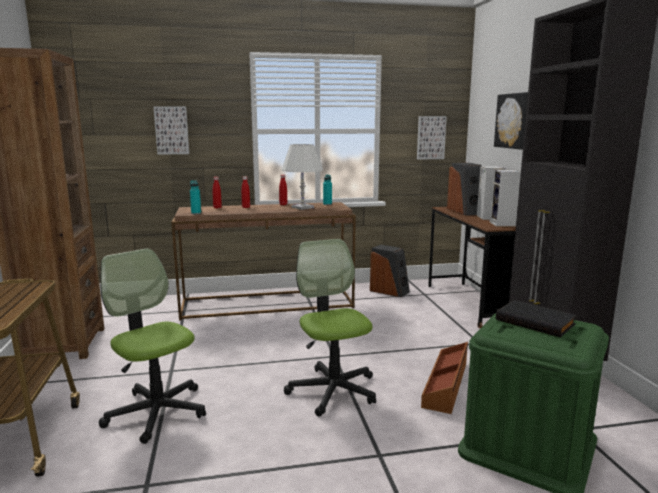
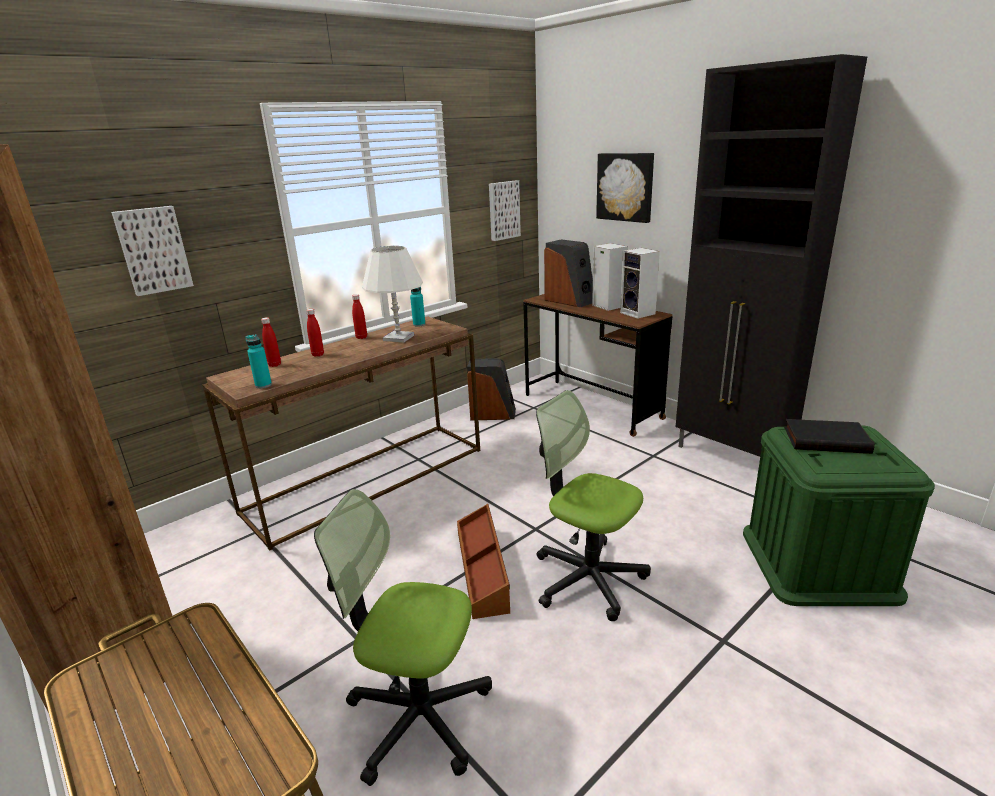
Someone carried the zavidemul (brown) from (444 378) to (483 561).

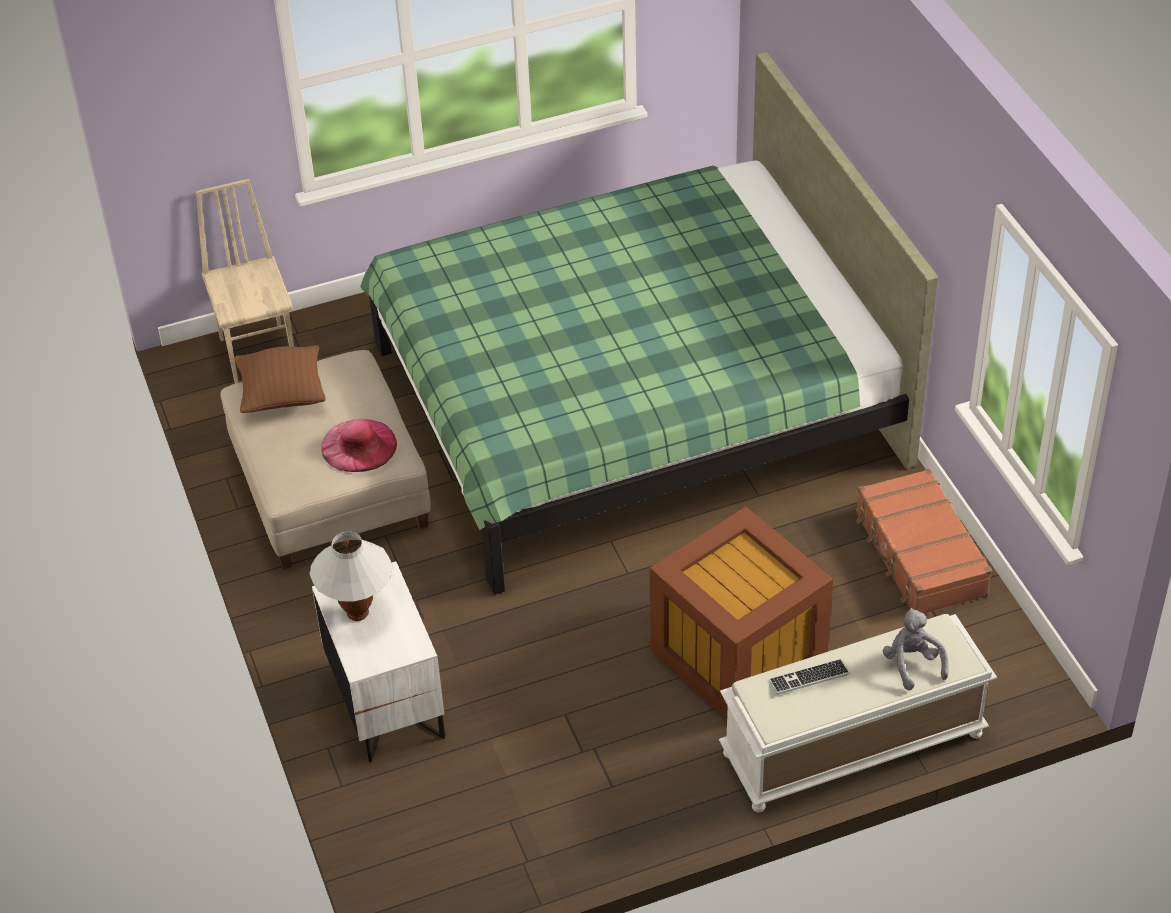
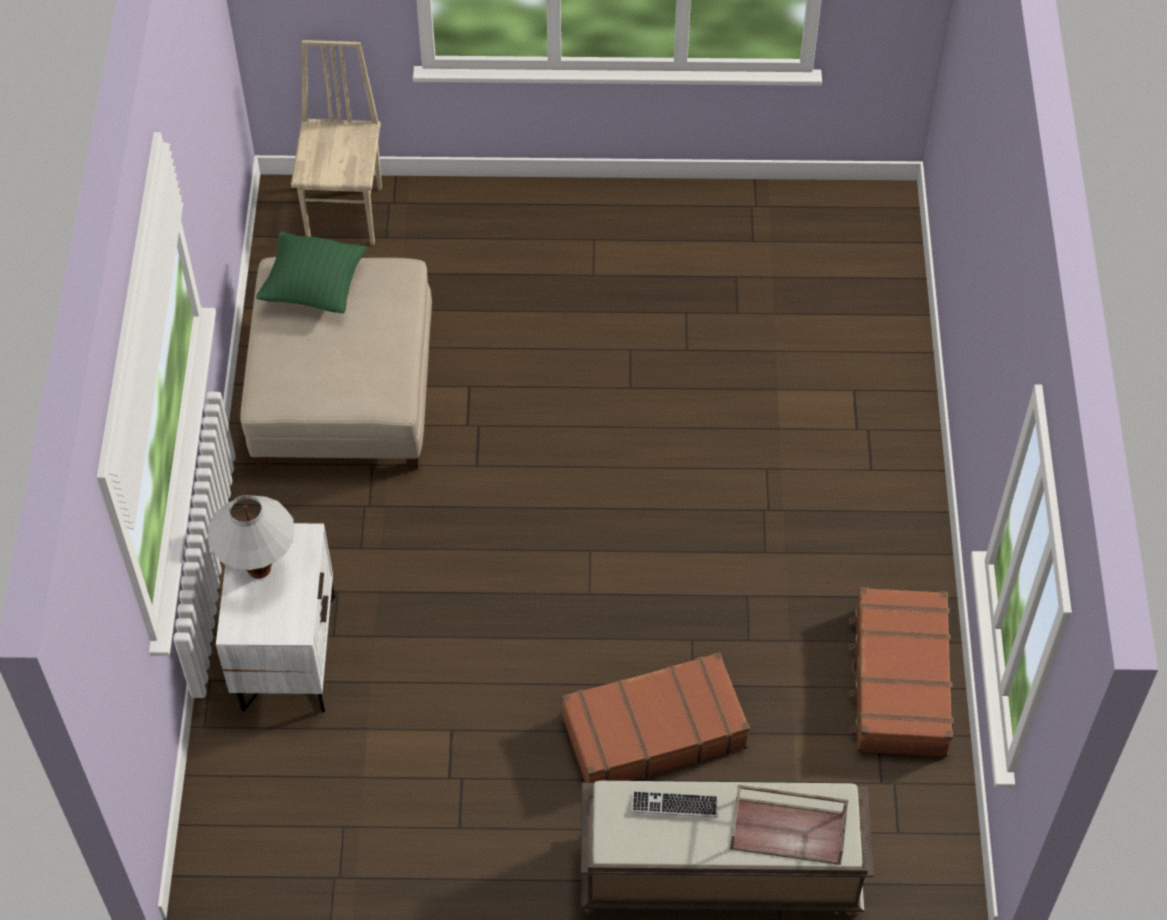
Someone took away the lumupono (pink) at (359 445). Someone took away the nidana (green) at (649 323). Someone swapped the zavidemul (brown) at (741 613) for the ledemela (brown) at (656 717). Someone swapped the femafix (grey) at (915 649) for the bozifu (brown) at (789 825). Someone repainted the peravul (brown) at (280 379), which became the peravul (green) at (311 272). Someone repainted the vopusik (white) at (858 713), which became the vopusik (brown) at (727 849).

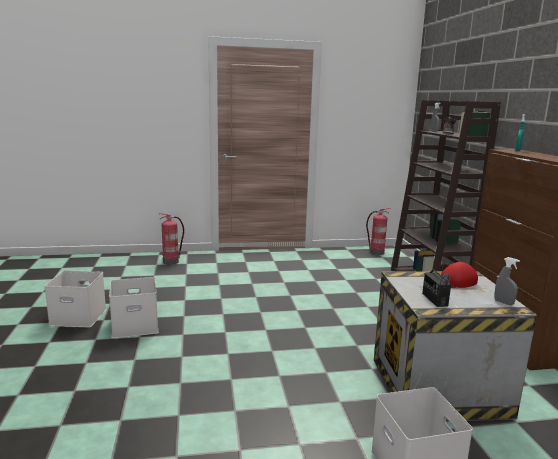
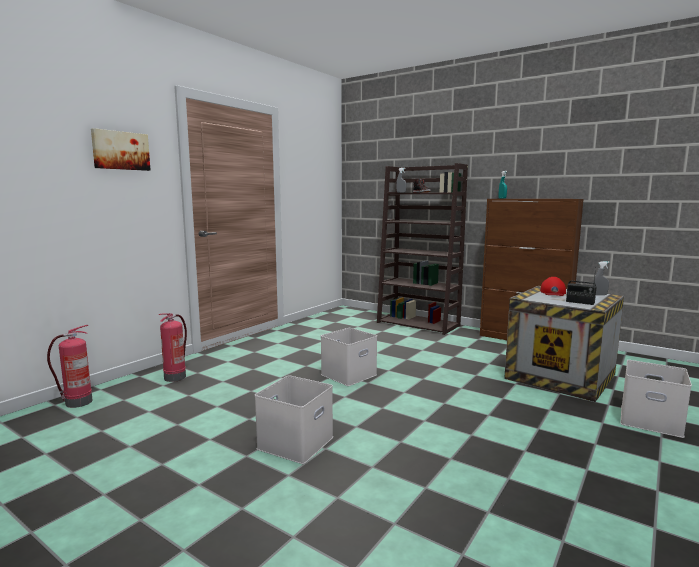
Someone put up the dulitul at (121 149). Someone carried the zavidemul (white) from (75 299) to (349 357). Someone carried the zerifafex from (378 231) to (70 366).

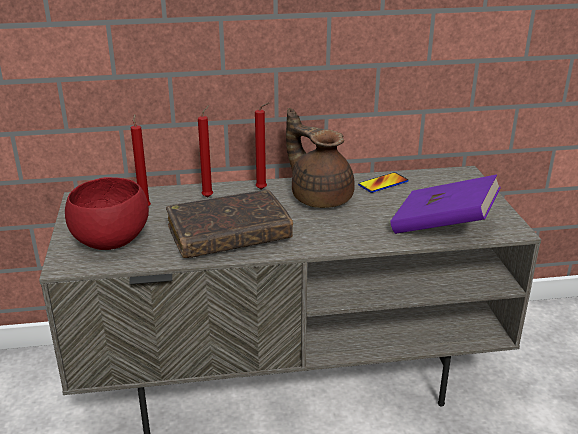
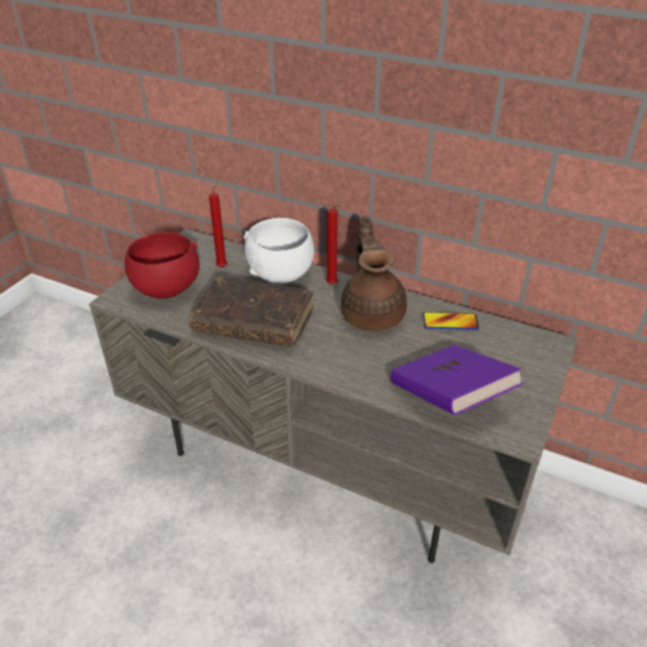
Someone swapped the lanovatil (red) at (205 151) for the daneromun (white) at (279 251).

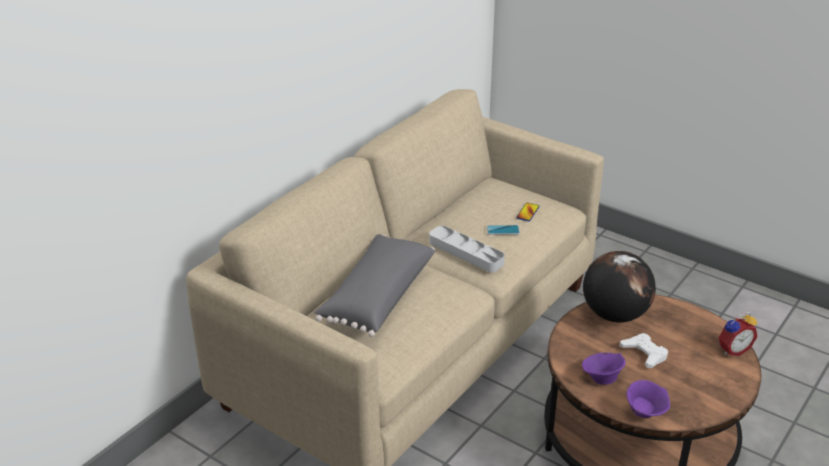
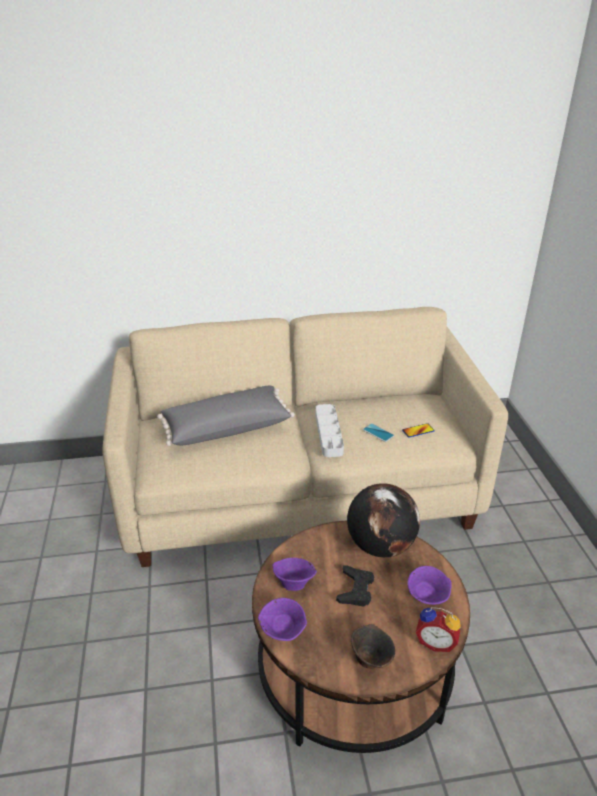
Someone put down the daneromun (brown) at (373 646). Someone put down the daneromun (purple) at (429 585). Someone repainted the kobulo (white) at (643 350), which became the kobulo (black) at (355 586).

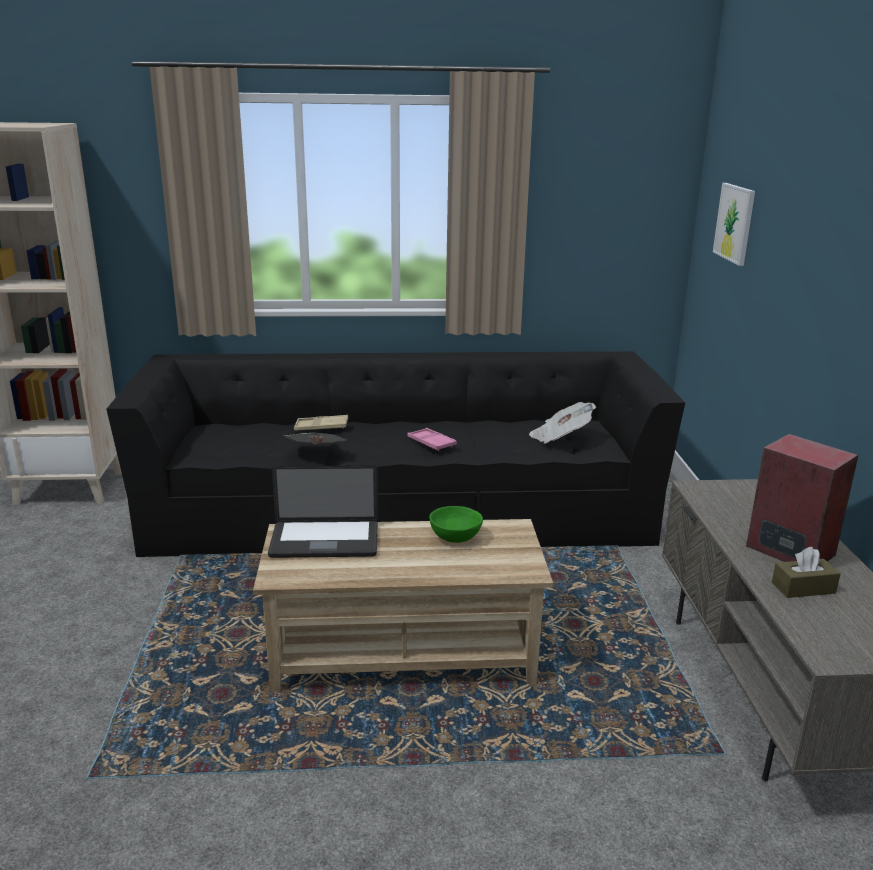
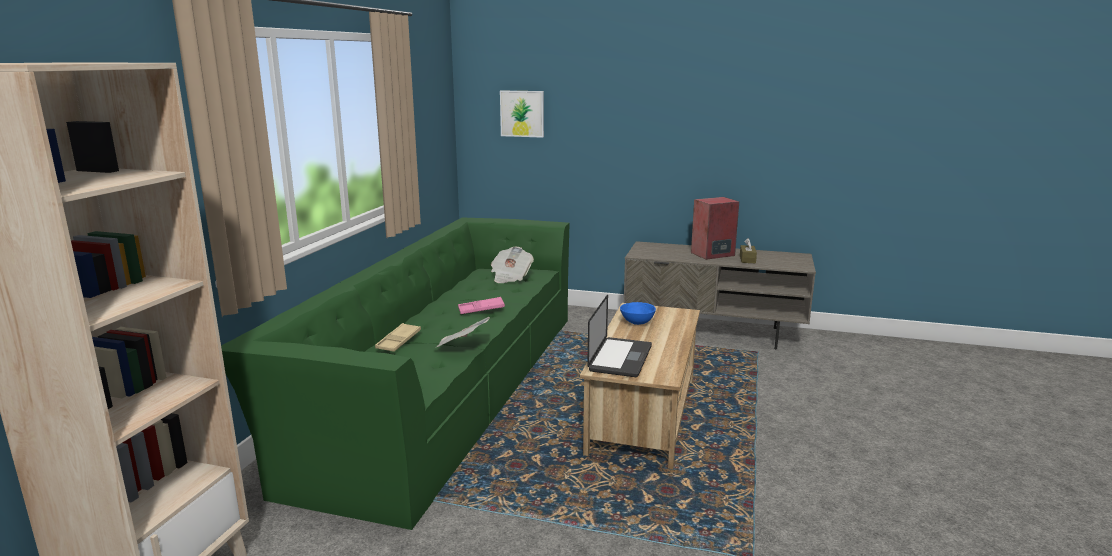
Someone repainted the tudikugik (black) at (395 454), which became the tudikugik (green) at (395 374). Someone repainted the daneromun (green) at (456 524), which became the daneromun (blue) at (638 313).

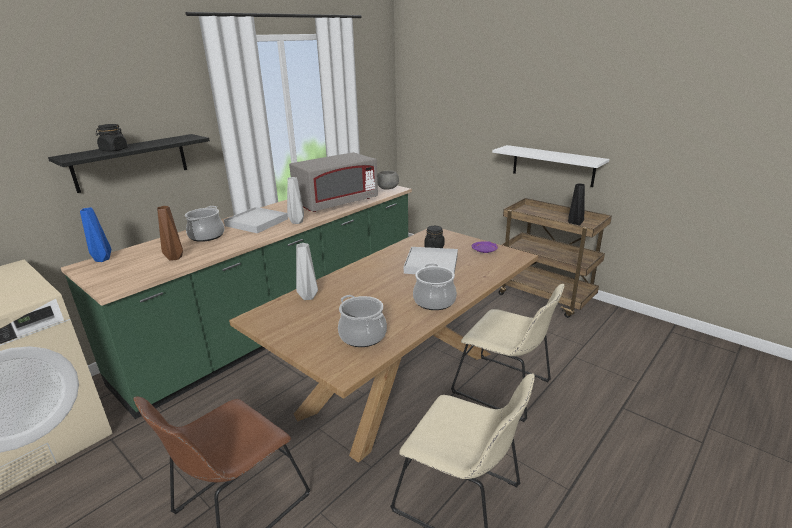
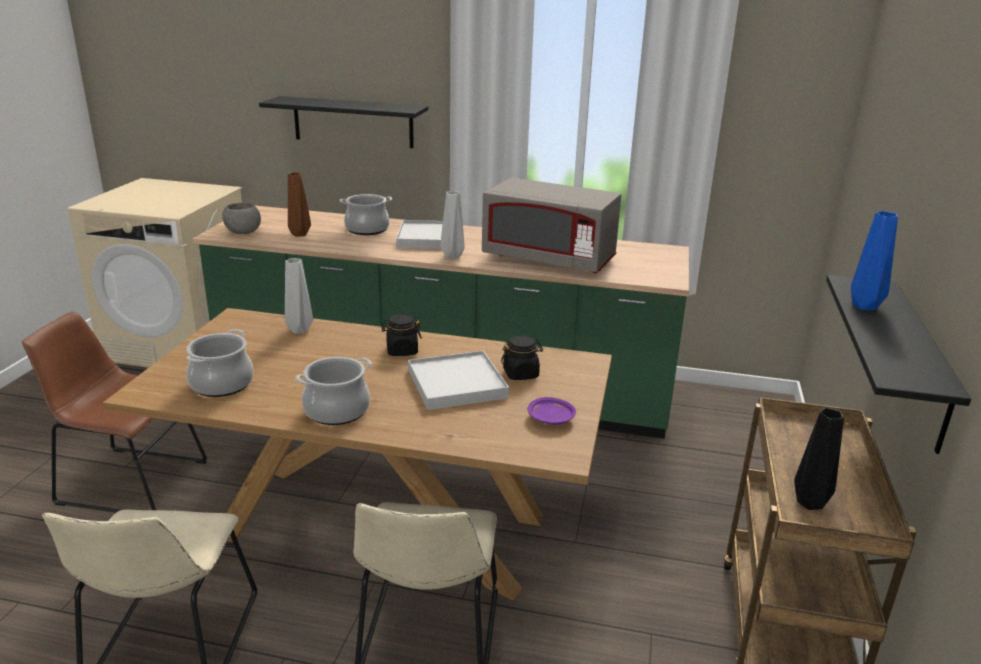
Someone carried the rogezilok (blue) from (95 234) to (874 260). Someone carried the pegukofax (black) from (112 138) to (401 335). Someone carried the daneromun (grey) from (388 180) to (241 218). Someone repainted the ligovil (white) at (550 166), which became the ligovil (black) at (898 364).

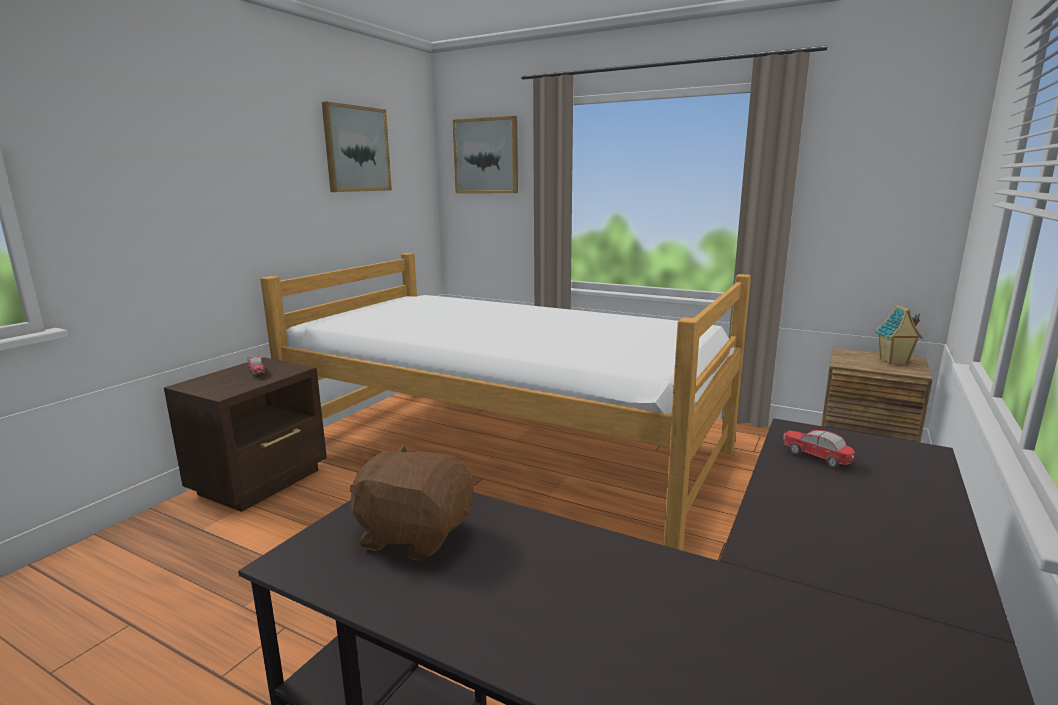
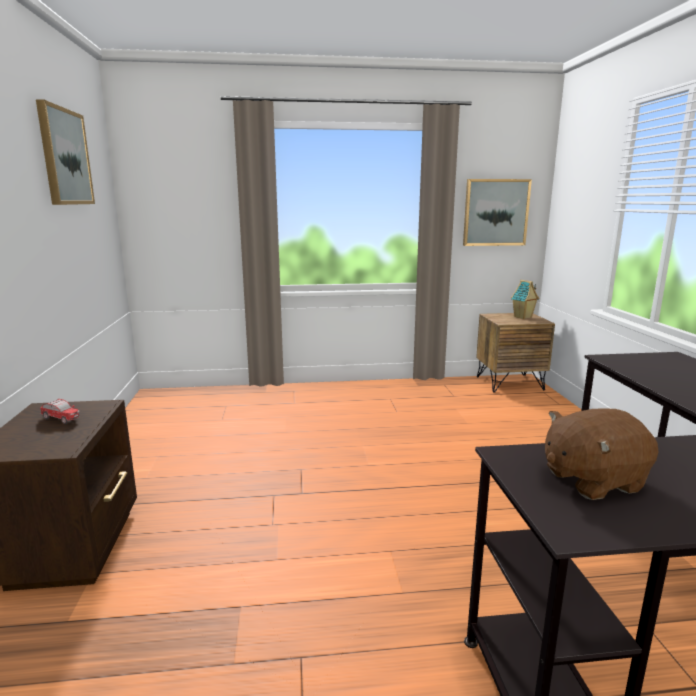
Someone took away the nidana at (505 402). Someone took away the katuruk at (819 449). Someone carried the dulitul from (485 154) to (497 212).

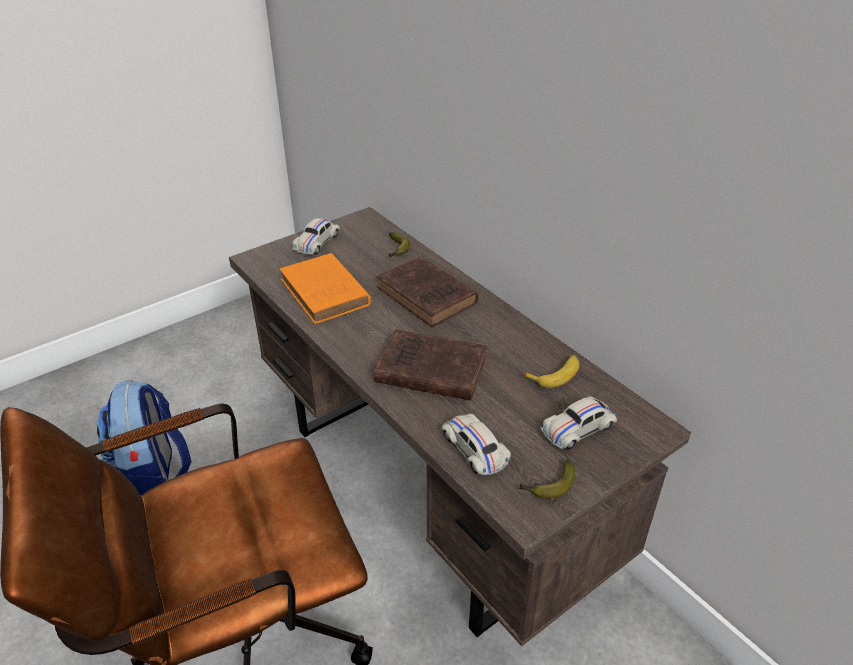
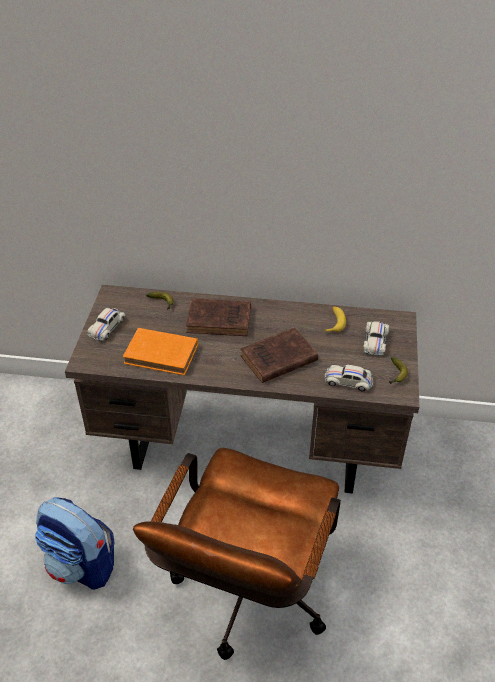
Someone rotated the katuruk (white) at (316 236) by 45 degrees clockwise.

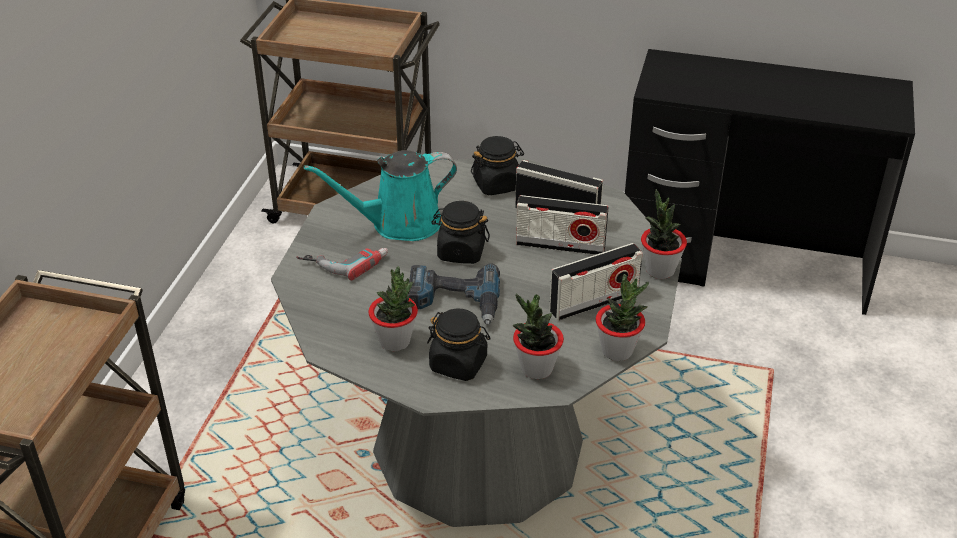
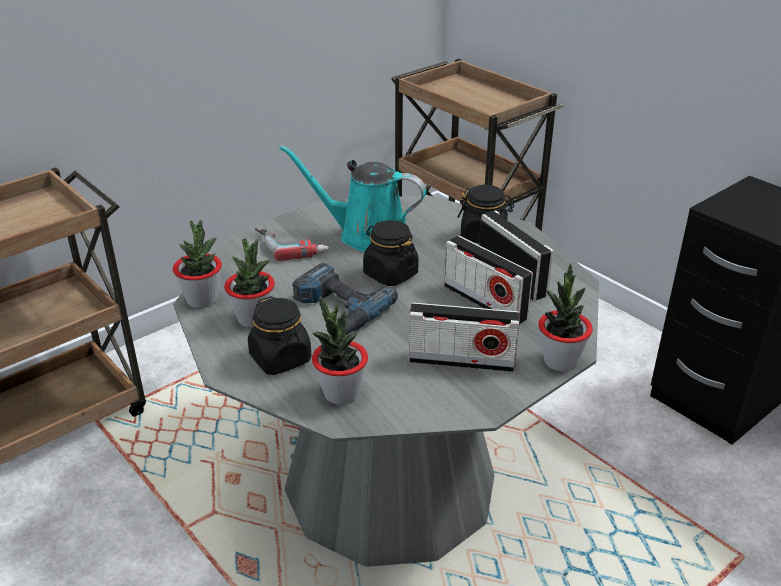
Someone carried the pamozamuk from (622 317) to (197 264).

